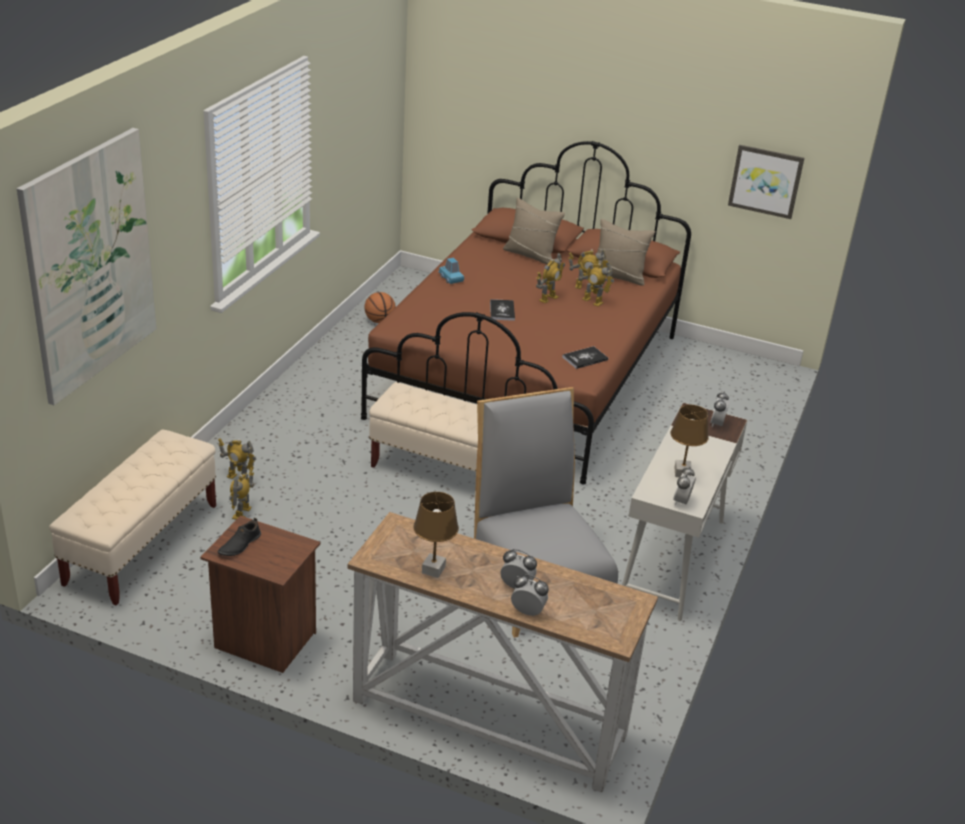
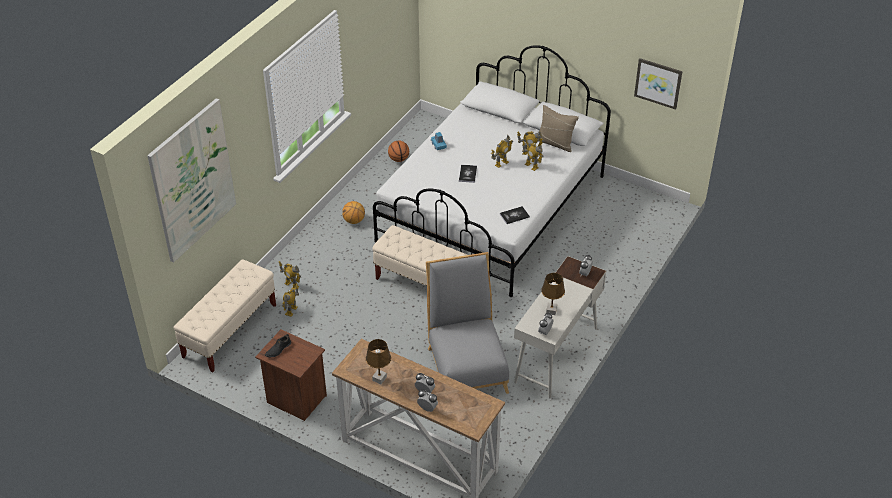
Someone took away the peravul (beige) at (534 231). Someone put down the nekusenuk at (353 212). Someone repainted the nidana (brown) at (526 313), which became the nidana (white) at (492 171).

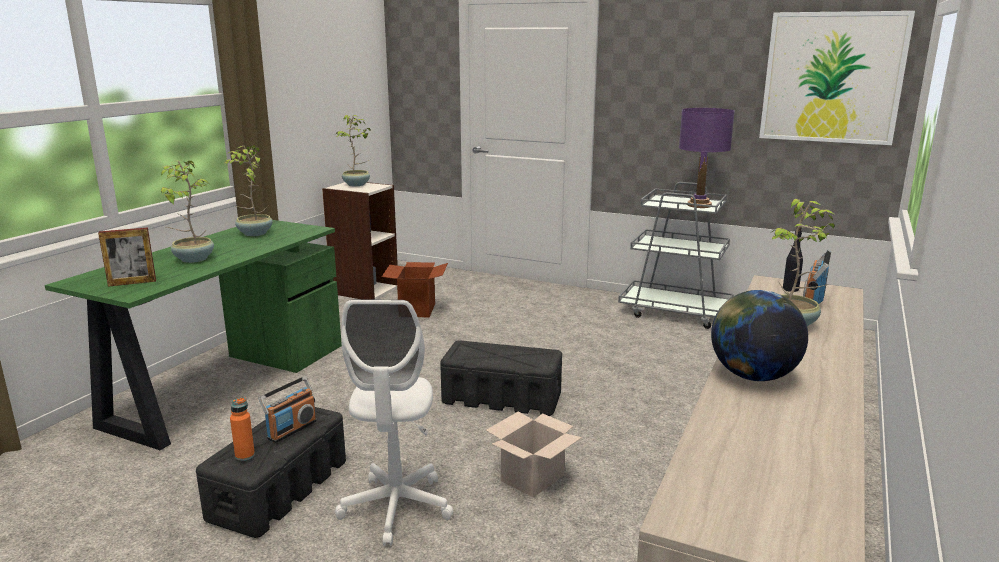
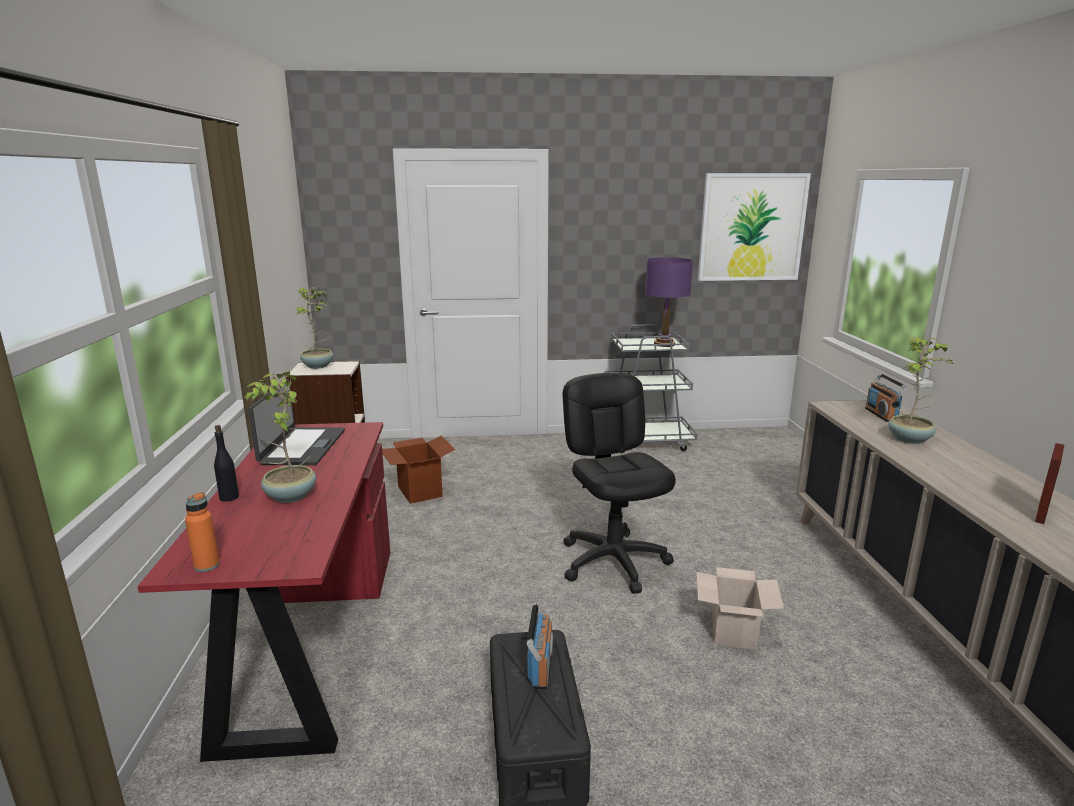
Someone took away the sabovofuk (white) at (394 423). Someone took away the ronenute at (759 335). Someone carried the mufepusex from (127 257) to (1049 483). Someone carried the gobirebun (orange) from (242 429) to (202 532). Someone carried the gobirebun (black) from (793 259) to (226 463). Someone swapped the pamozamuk at (248 190) for the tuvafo at (297 422). Someone swapped the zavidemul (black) at (501 378) for the sabovofuk (black) at (619 483). Someone repainted the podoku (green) at (193 335), which became the podoku (red) at (263 592).

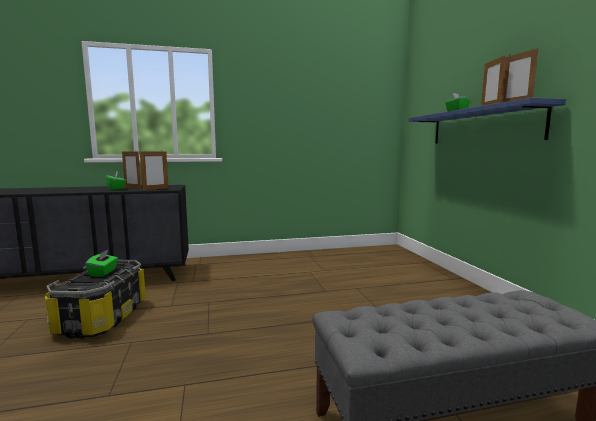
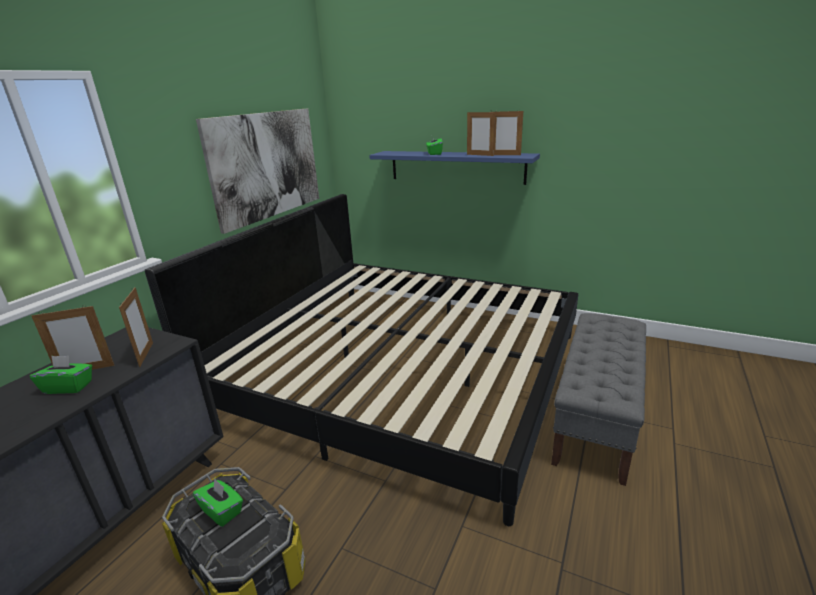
Someone put down the nidana at (361 360). Someone put up the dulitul at (257 171).

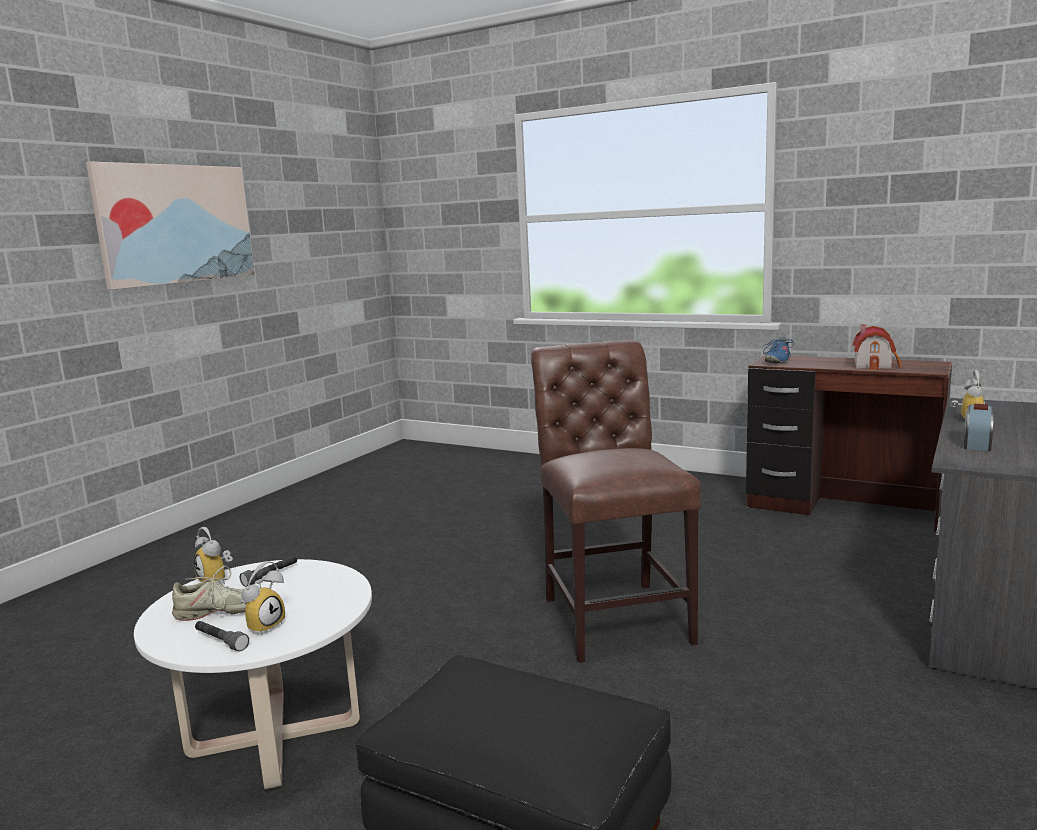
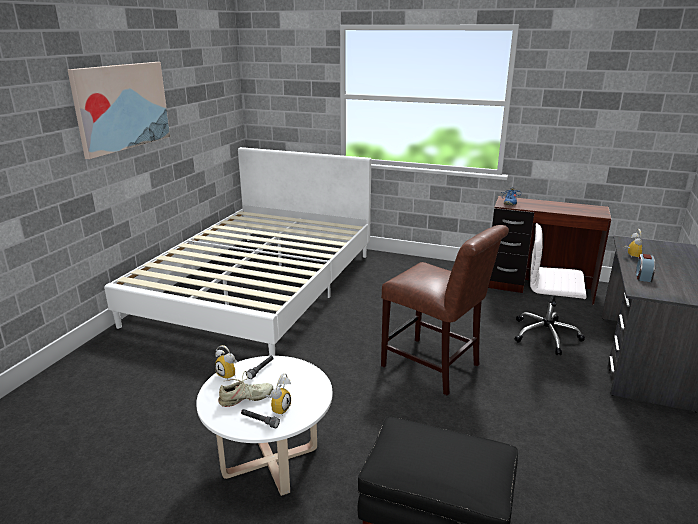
Someone took away the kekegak at (877 347). Someone put down the nidana (white) at (237 251). Someone put down the sabovofuk (white) at (550 289). Someone rotated the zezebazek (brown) at (616 501) by 150 degrees clockwise.

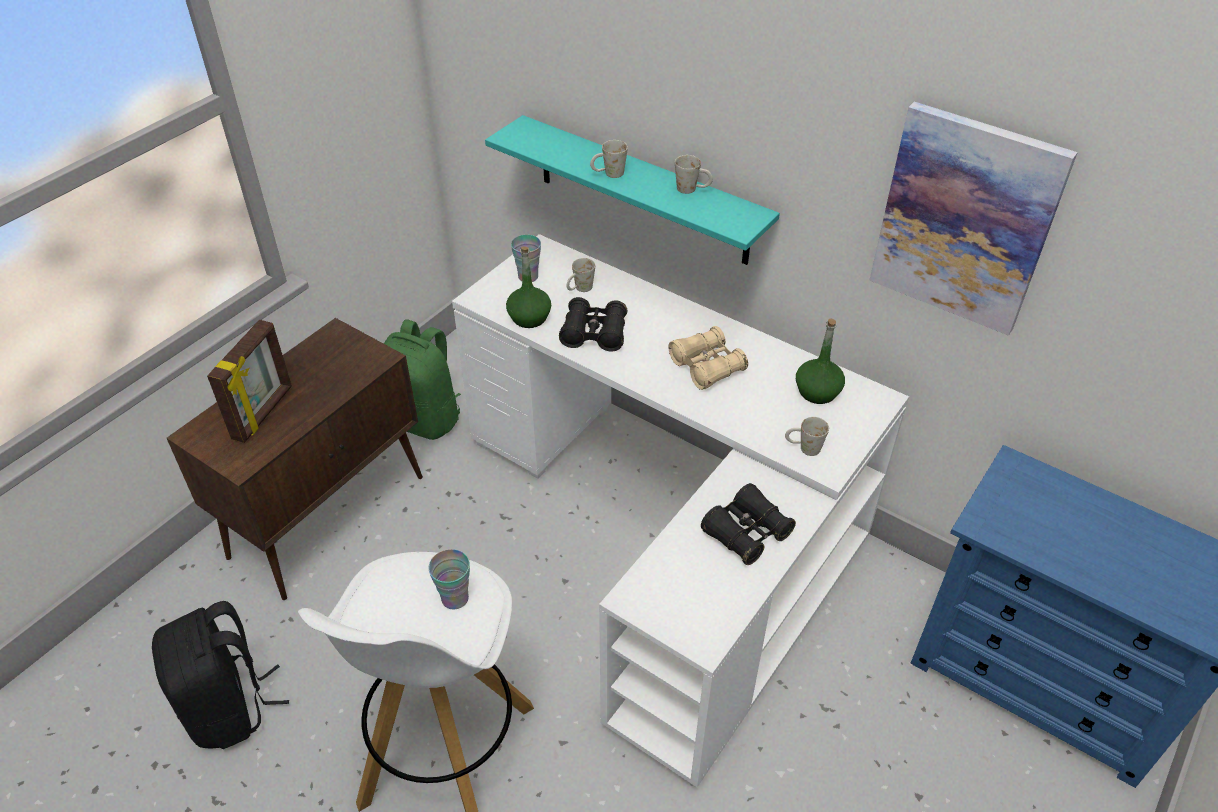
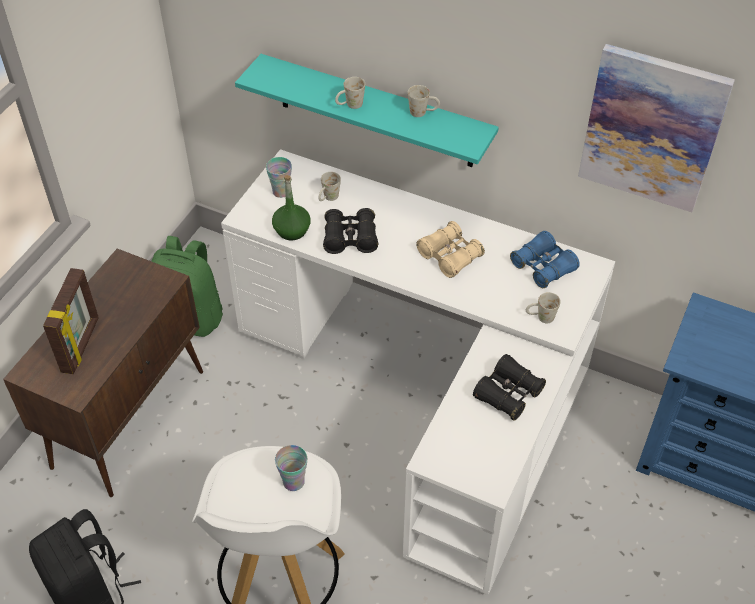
Someone swapped the gobirebun (green) at (820 361) for the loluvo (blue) at (545 259).

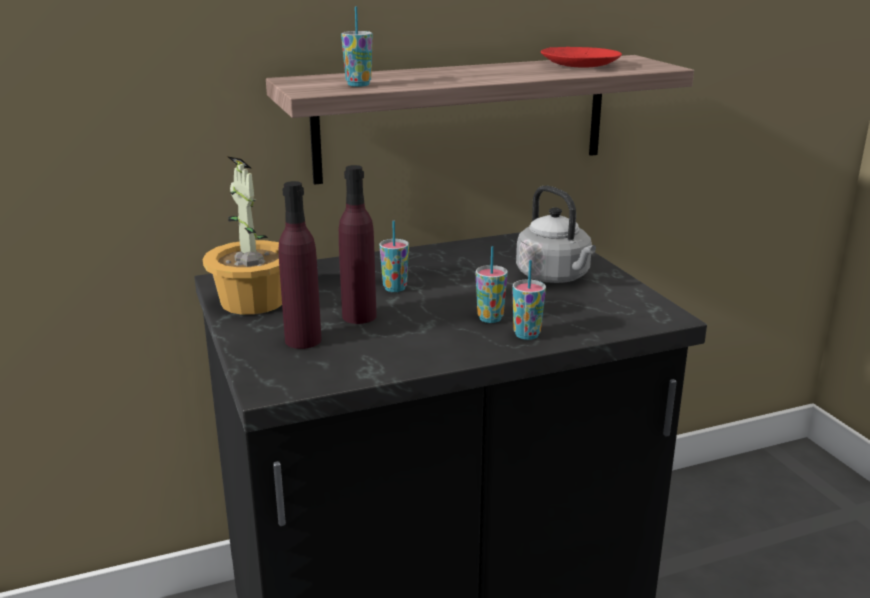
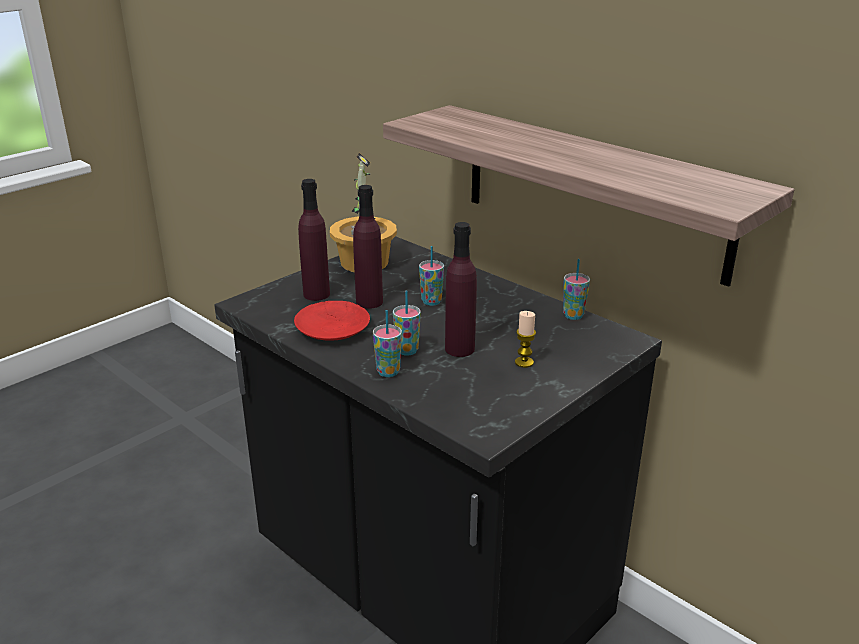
Someone put down the gobirebun (purple) at (461 289). Someone carried the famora from (357 46) to (576 289). Someone carried the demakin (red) from (581 57) to (332 321). Someone swapped the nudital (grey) at (556 234) for the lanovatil at (525 339).

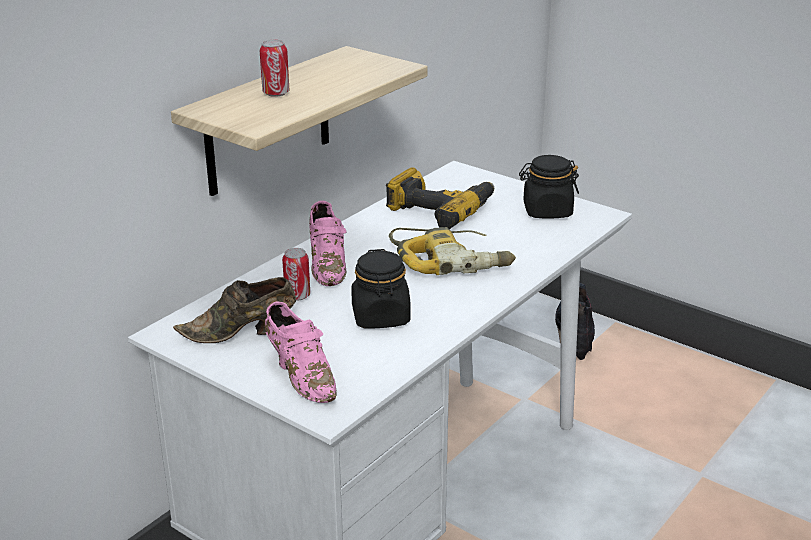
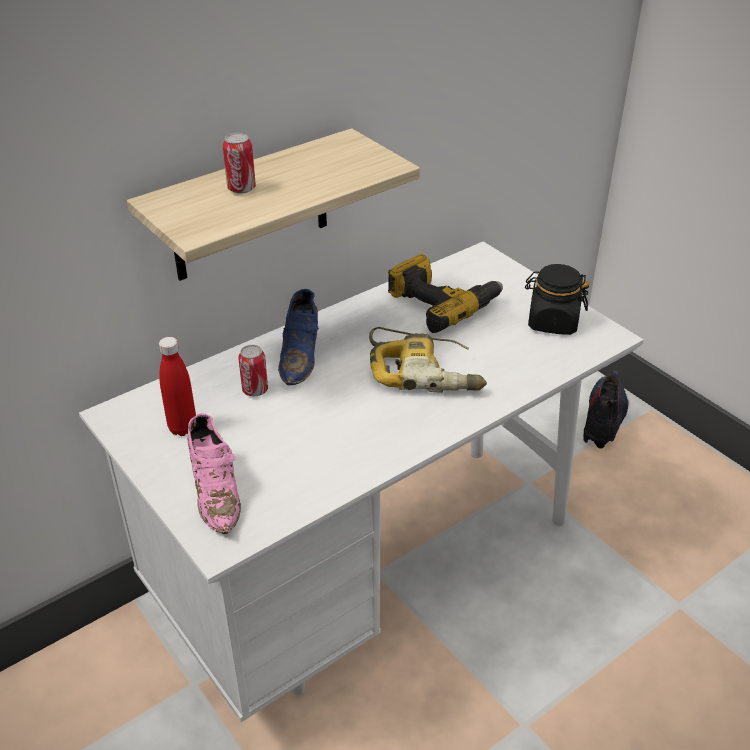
Someone took away the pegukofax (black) at (381 288). Someone swapped the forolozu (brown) at (234 310) for the gobirebun (red) at (177 386). Someone repainted the forolozu (pink) at (328 243), which became the forolozu (blue) at (298 337).

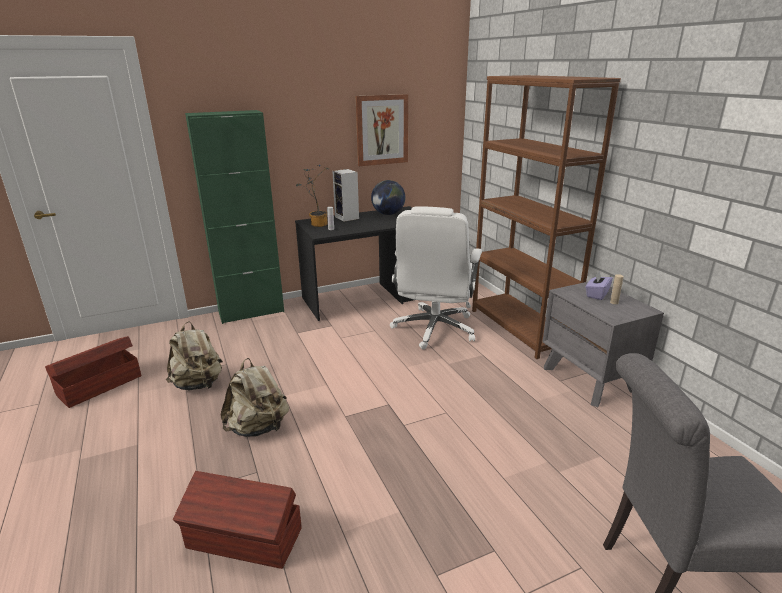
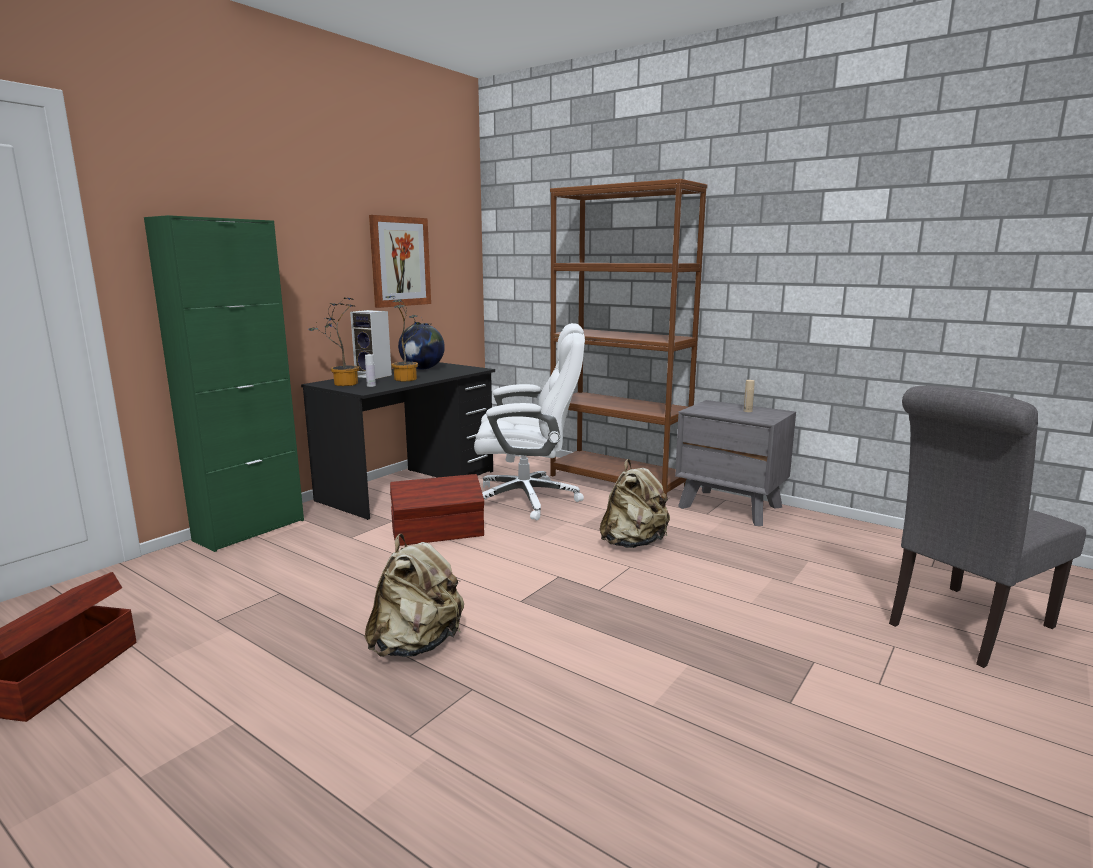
Someone took away the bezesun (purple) at (599 285). Someone put down the pamozamuk at (407 338). Someone carried the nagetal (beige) from (194 355) to (635 503). Someone carried the zavidemul (brown) from (237 520) to (437 510). Someone rotated the sabovofuk (white) at (436 278) by 75 degrees counterclockwise.

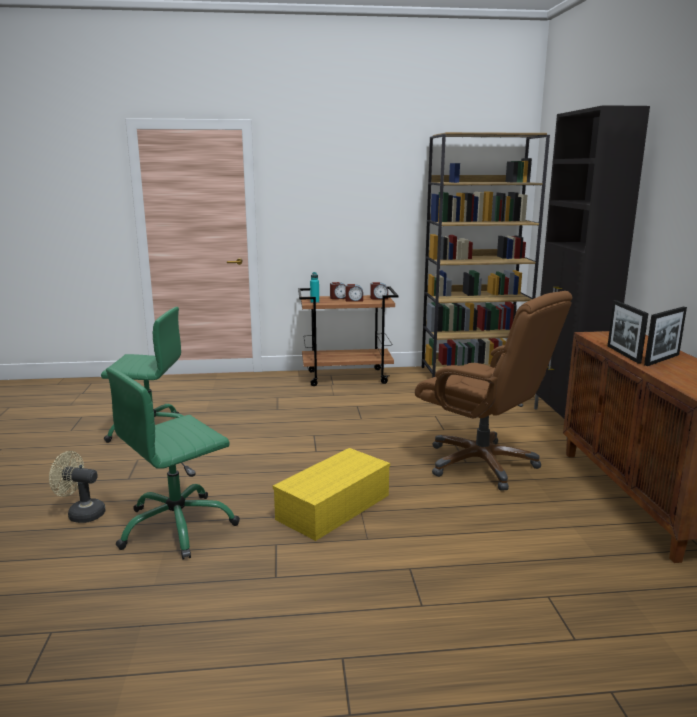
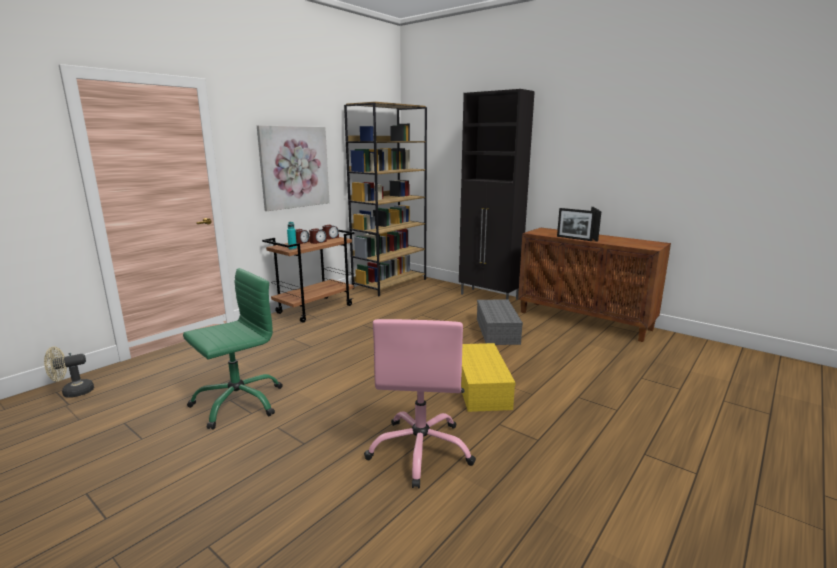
Someone put up the dulitul at (293 168). Someone carried the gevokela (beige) from (77 487) to (69 372). Someone swapped the sabovofuk (brown) at (493 391) for the zavidemul (grey) at (500 322). Someone repainted the sabovofuk (green) at (173 463), which became the sabovofuk (pink) at (420 403).

